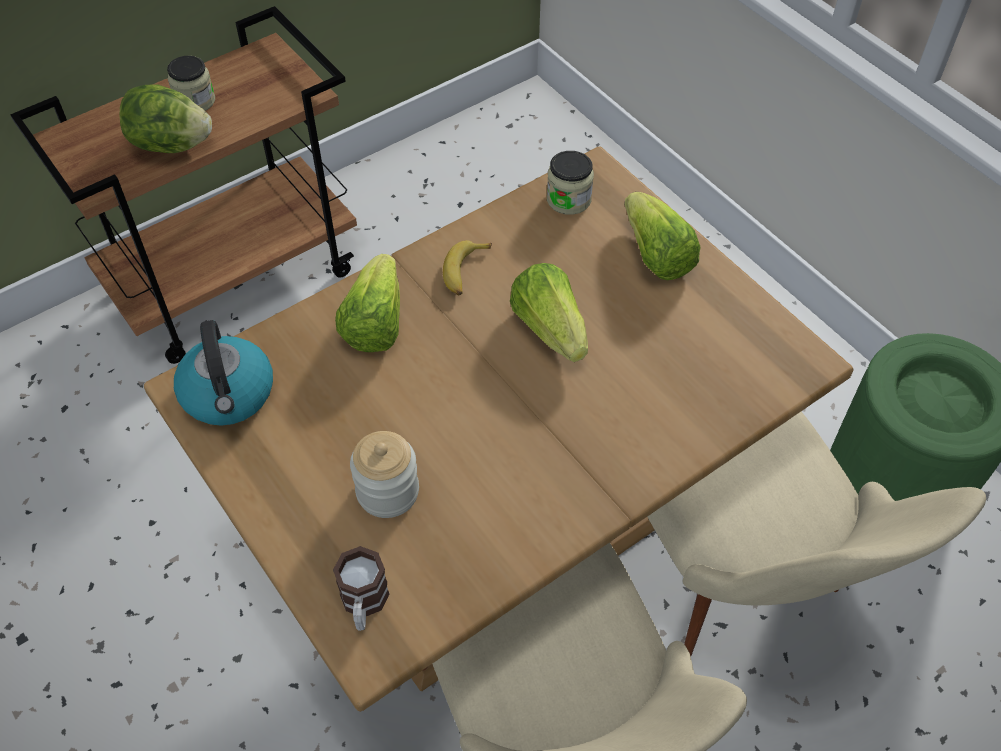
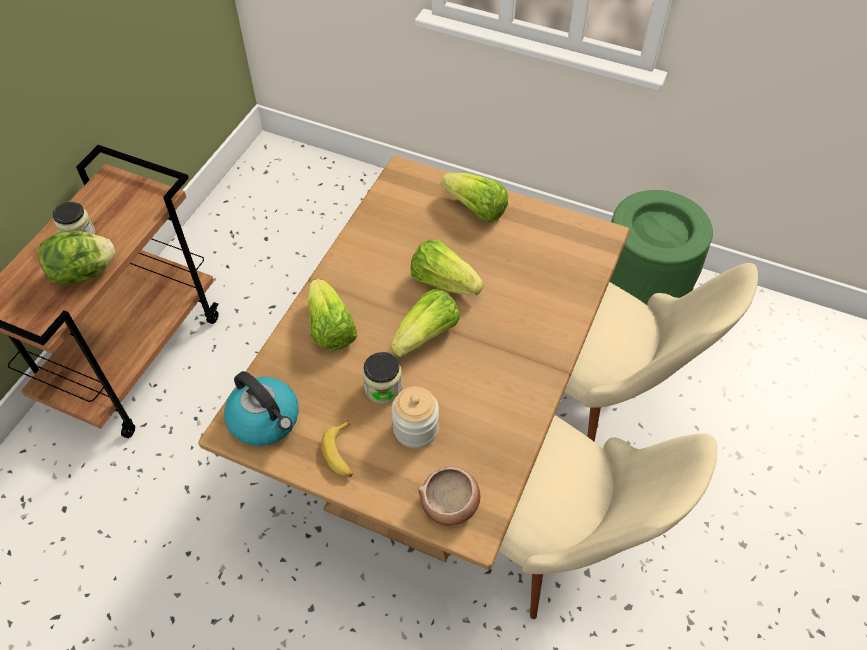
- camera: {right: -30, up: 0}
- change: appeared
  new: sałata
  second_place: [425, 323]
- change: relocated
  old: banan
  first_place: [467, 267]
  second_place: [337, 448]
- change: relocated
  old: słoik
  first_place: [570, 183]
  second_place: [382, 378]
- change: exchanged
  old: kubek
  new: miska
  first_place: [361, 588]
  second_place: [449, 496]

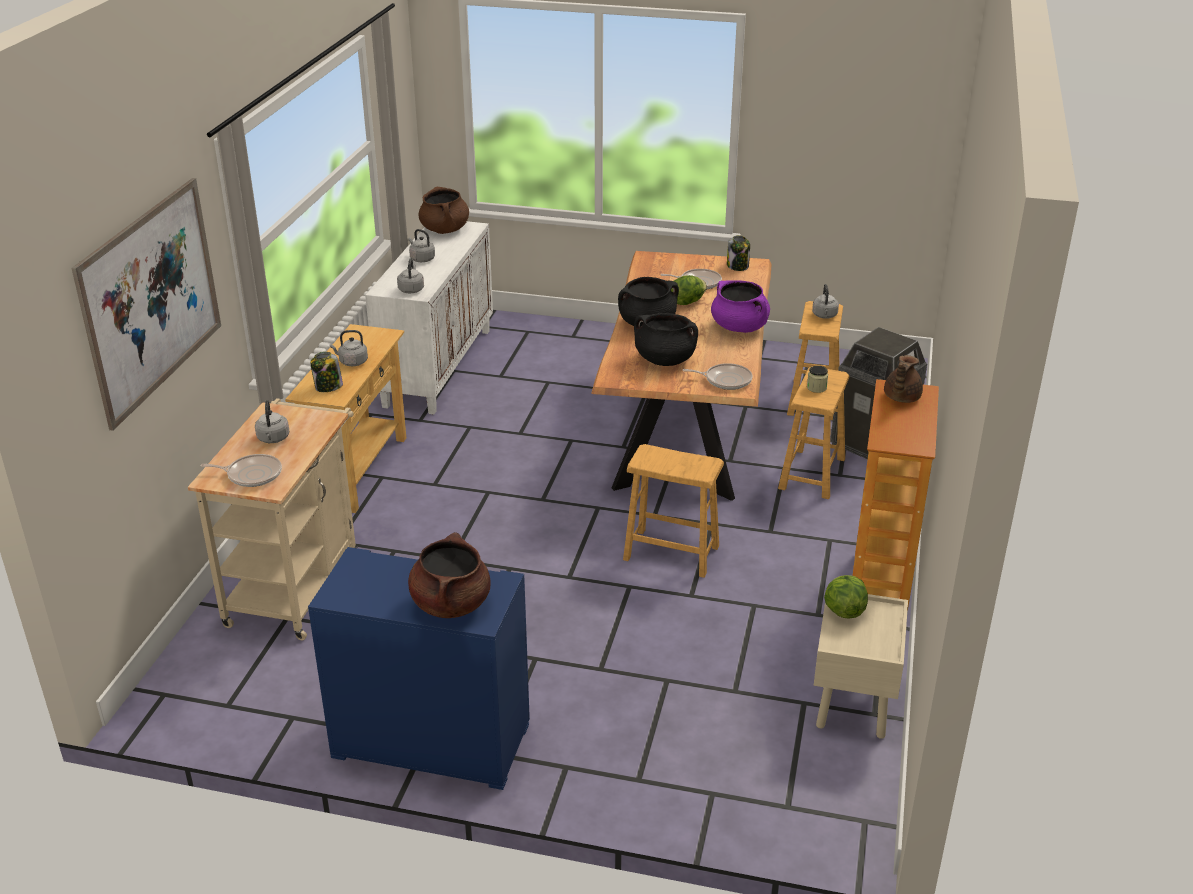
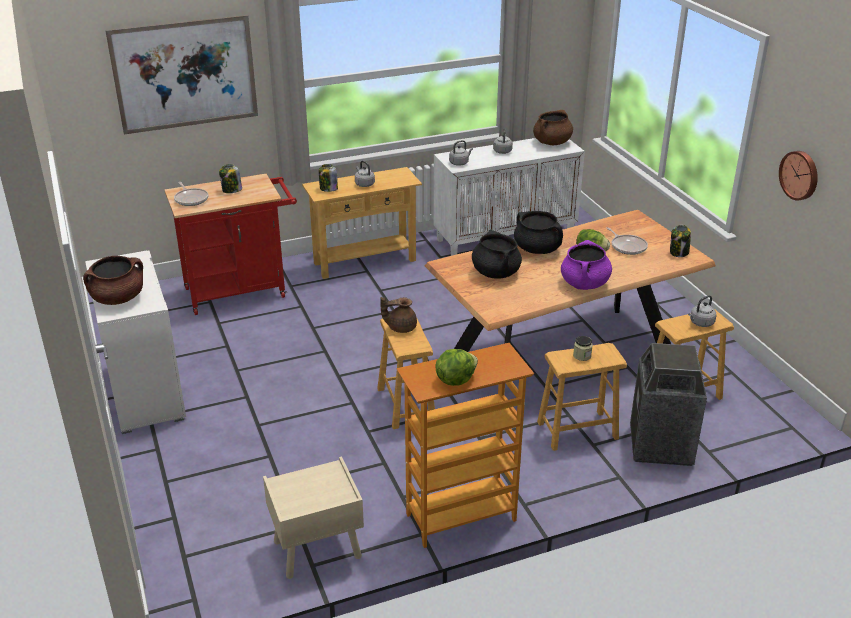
- camera: {right: 55, up: 0}
- change: missing
  old: patelnia
  first_place: [718, 376]
- change: appeared
  new: zegar ścienny
  second_place: [798, 176]
- change: relocated
  old: sałata
  first_place: [846, 597]
  second_place: [457, 367]
- change: relocated
  old: imbryk/brązowy
  first_place: [903, 379]
  second_place: [399, 315]
- change: exchanged
  old: czajnik/szary
  new: słoik
  first_place: [272, 421]
  second_place: [230, 178]
- change: colour
  old: wózek/beżowy
  new: wózek/czerwony
  first_place: [273, 519]
  second_place: [230, 244]
- change: colour
  old: komoda/niebieski
  new: komoda/biały
  first_place: [419, 668]
  second_place: [135, 342]

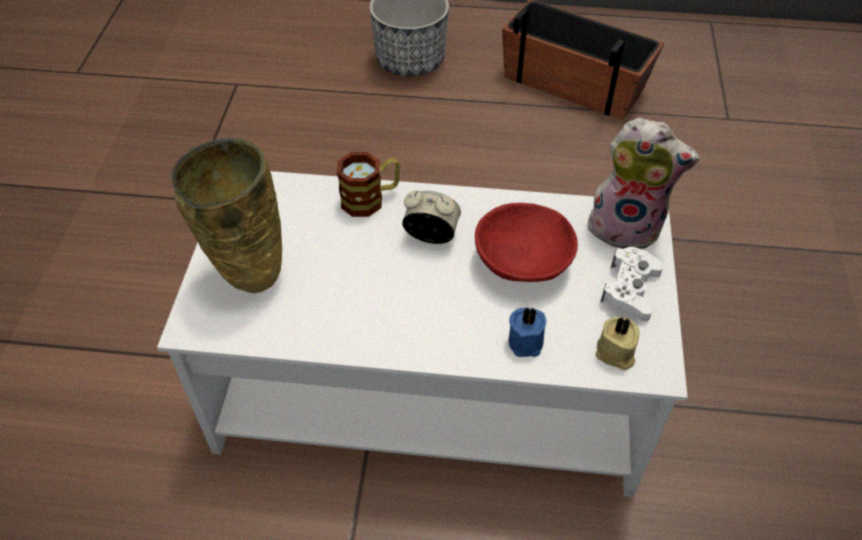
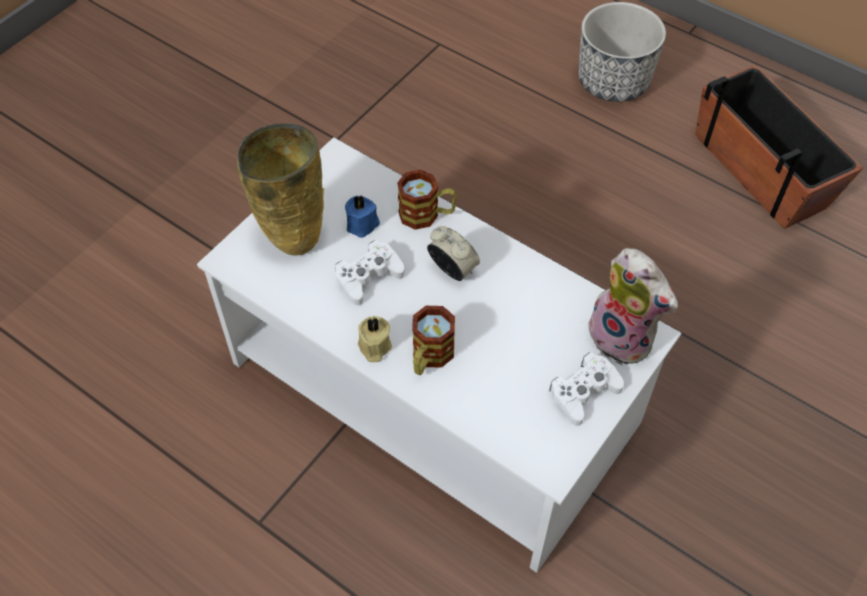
- camera: {right: 30, up: 5}
- change: missing
  old: miska/czerwony
  first_place: [526, 242]
- change: appeared
  new: pad do gier/biały
  second_place: [370, 272]
- change: appeared
  new: kubek
  second_place: [433, 340]
- change: relocated
  old: świeca/niebieski
  first_place: [527, 332]
  second_place: [362, 216]
- change: relocated
  old: świeca/beżowy
  first_place: [617, 343]
  second_place: [375, 339]

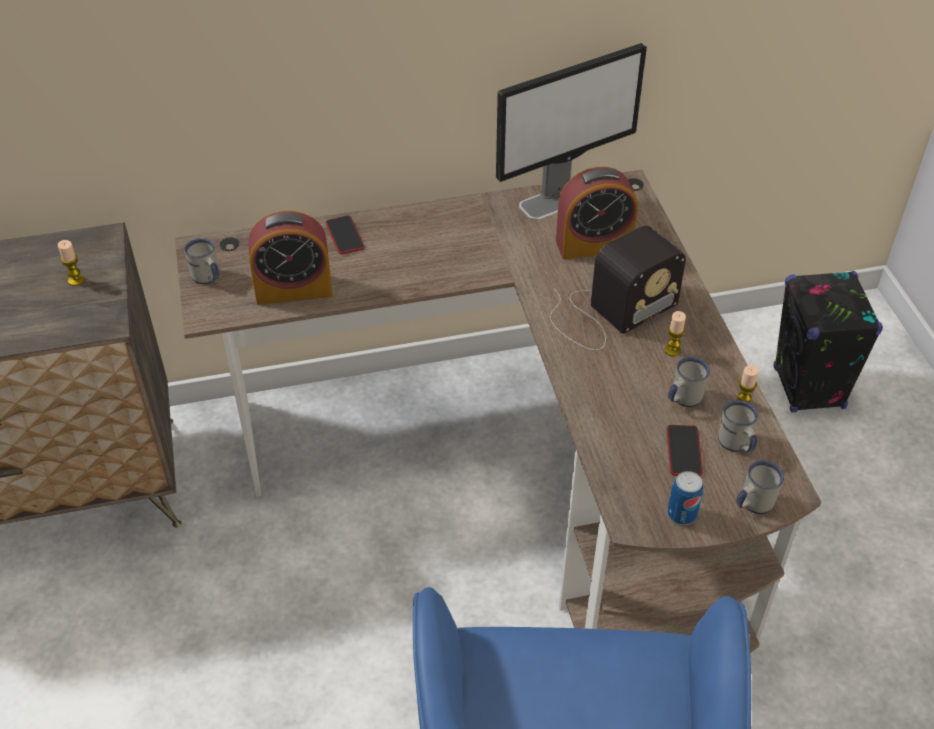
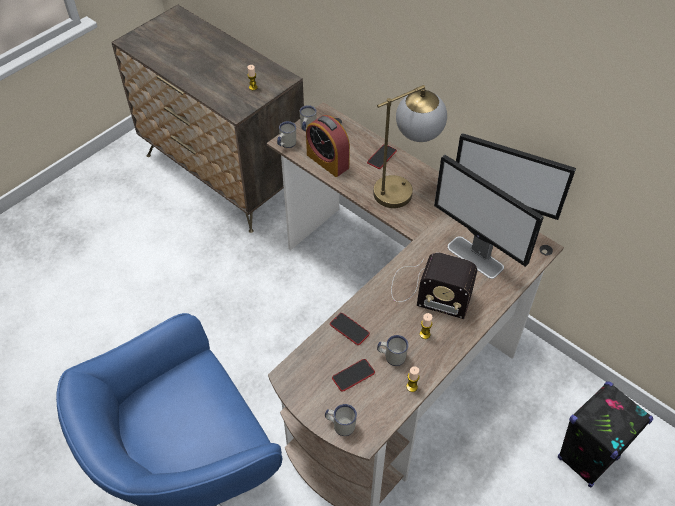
- camera: {right: 55, up: 5}
- change: missing
  old: puszka
  first_place: [685, 498]
- change: appeared
  new: telefon
  second_place: [350, 329]
- change: appeared
  new: lampa stołowa
  second_place: [410, 146]
- change: relocated
  old: kubek/biały
  first_place: [738, 426]
  second_place: [286, 134]
- change: exchanged
  old: budzik
  new: monitor
  first_place: [597, 213]
  second_place: [489, 217]

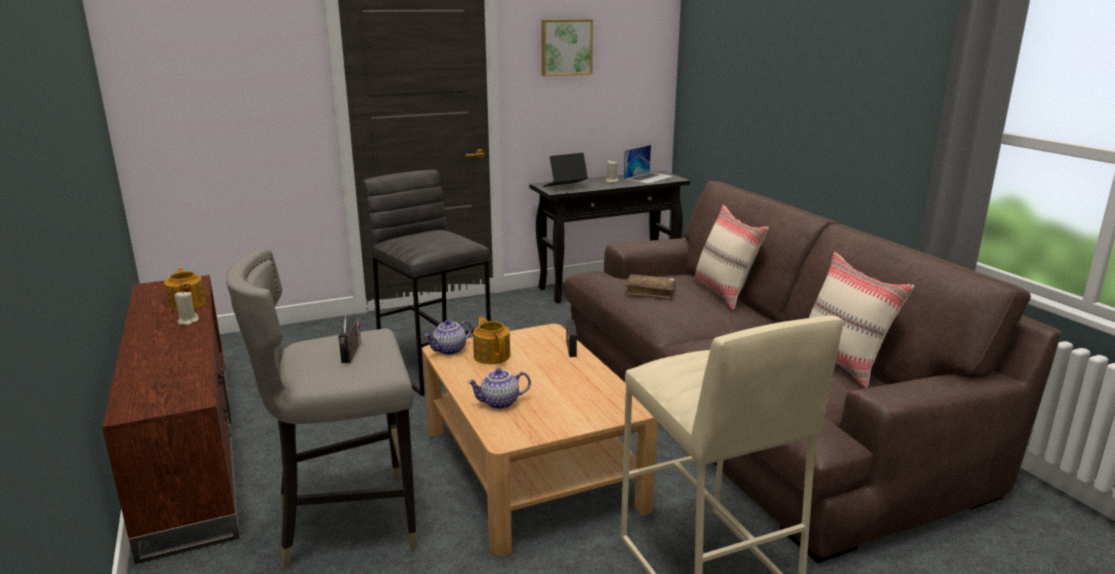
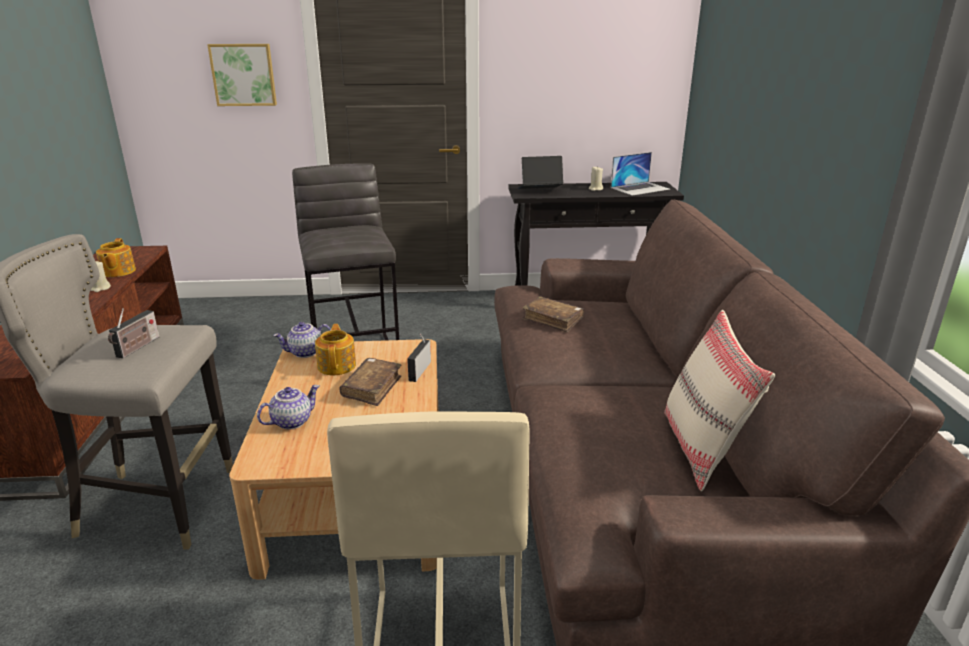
- camera: {right: 20, up: 5}
- change: missing
  old: poduszka/beżowy
  first_place: [730, 257]
- change: appeared
  new: książka/brązowy
  second_place: [370, 382]
- change: relocated
  old: obraz
  first_place: [567, 47]
  second_place: [242, 75]
- change: spun
  old: imbryk
  first_place: [499, 388]
  second_place: [288, 407]
  degrees: 135

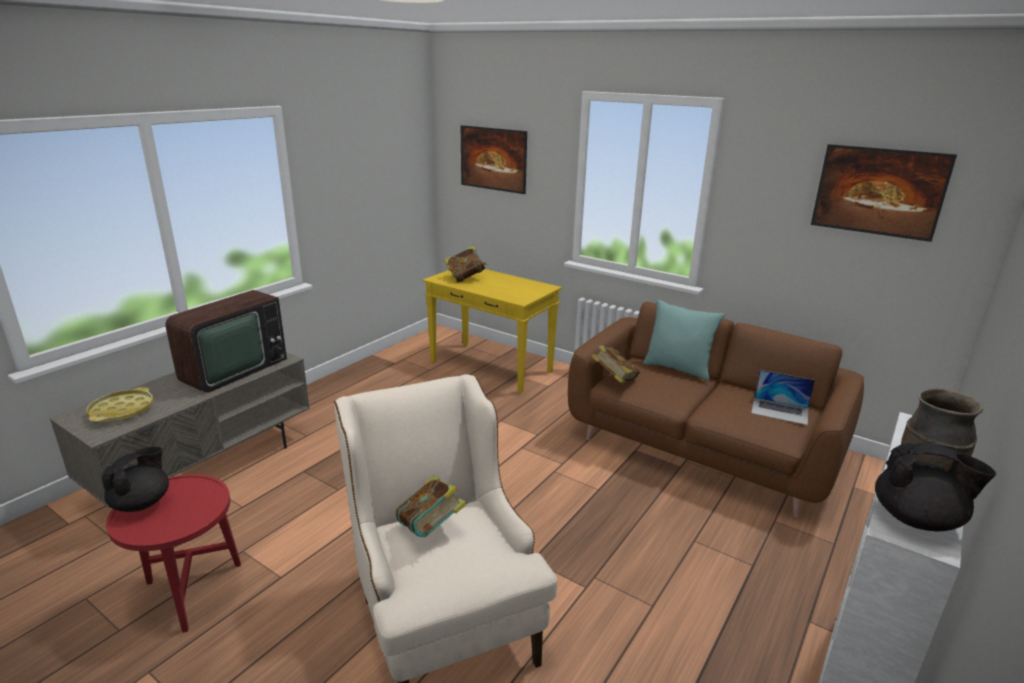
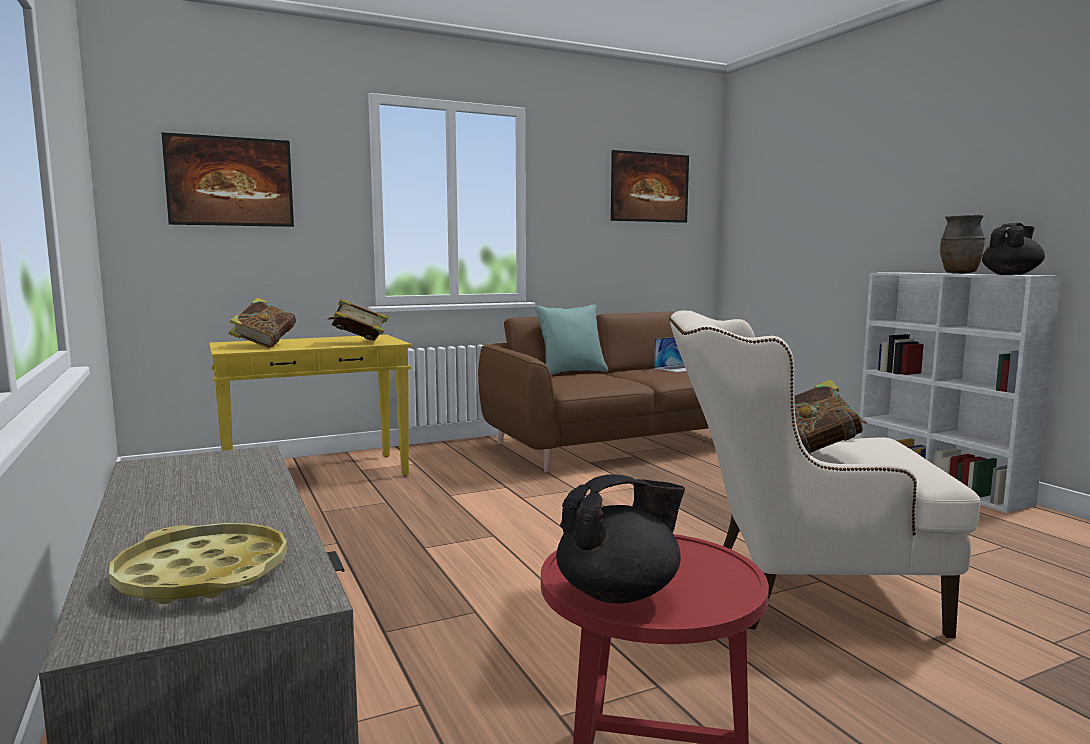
- camera: {right: -60, up: -15}
- change: missing
  old: telewizor
  first_place: [226, 341]
- change: relocated
  old: książka
  first_place: [615, 364]
  second_place: [358, 319]
- change: spun
  old: imbryk/czarny
  first_place: [135, 479]
  second_place: [620, 539]
  degrees: 105

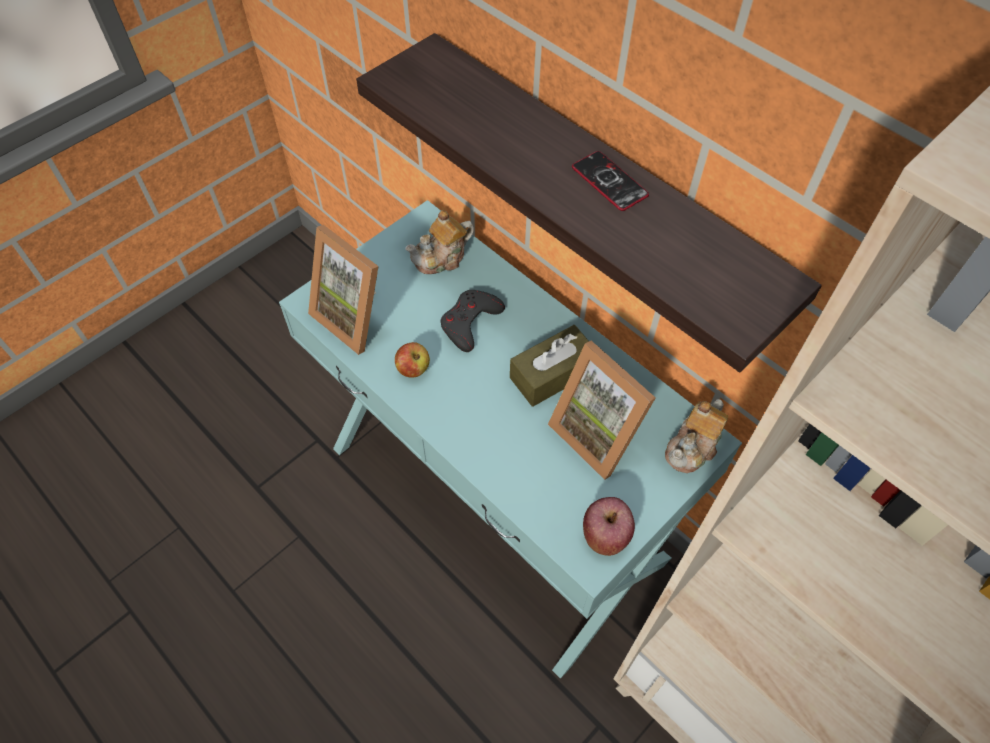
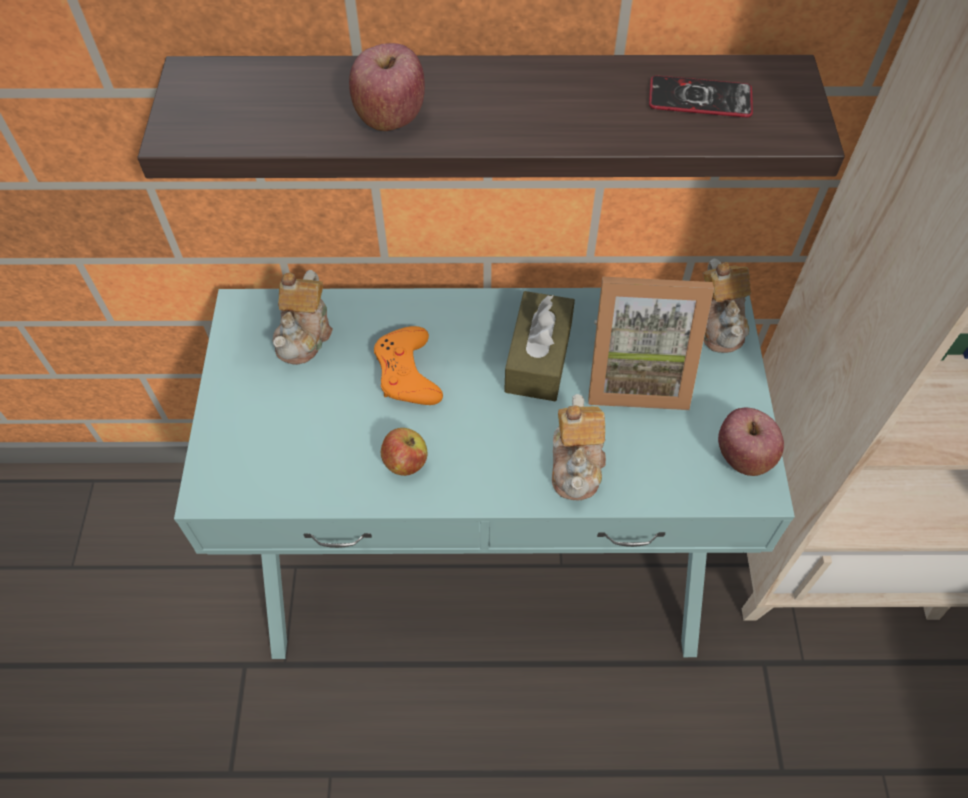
- camera: {right: -45, up: 0}
- change: missing
  old: ramka na zdjęcie
  first_place: [343, 290]
- change: appeared
  new: jabłko
  second_place: [387, 87]
- change: appeared
  new: imbryk
  second_place: [579, 447]
- change: relocated
  old: telefon
  first_place: [610, 181]
  second_place: [701, 96]
- change: colour
  old: pad do gier/szary
  new: pad do gier/pomarańczowy
  first_place: [472, 321]
  second_place: [408, 365]

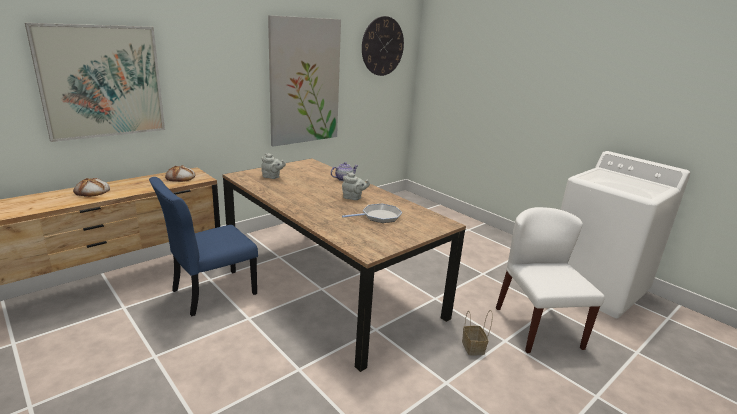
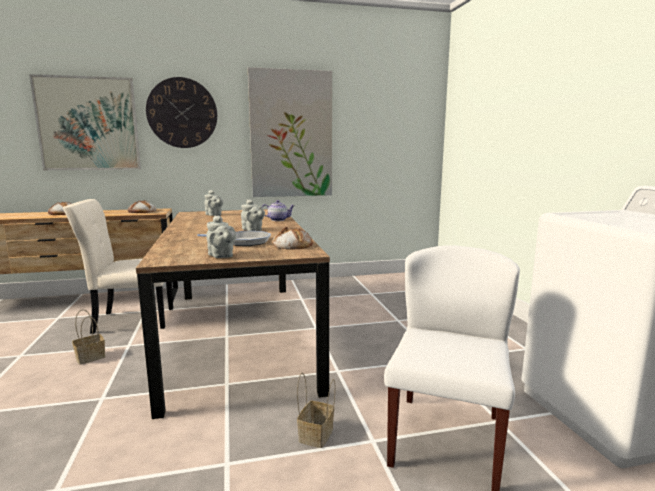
- camera: {right: 30, up: -10}
- change: appeared
  new: koszyk
  second_place: [88, 337]
- change: appeared
  new: imbryk/szary
  second_place: [221, 236]
- change: appeared
  new: chleb
  second_place: [292, 238]
- change: relocated
  old: zegar ścienny
  first_place: [383, 46]
  second_place: [181, 112]
- change: colour
  old: krzesło/niebieski
  new: krzesło/beżowy
  first_place: [203, 247]
  second_place: [118, 266]

